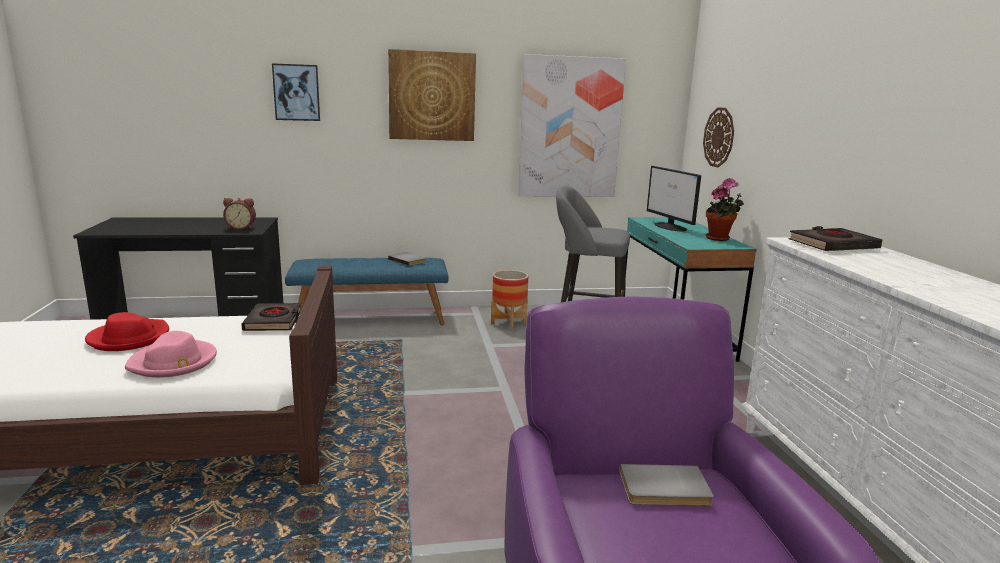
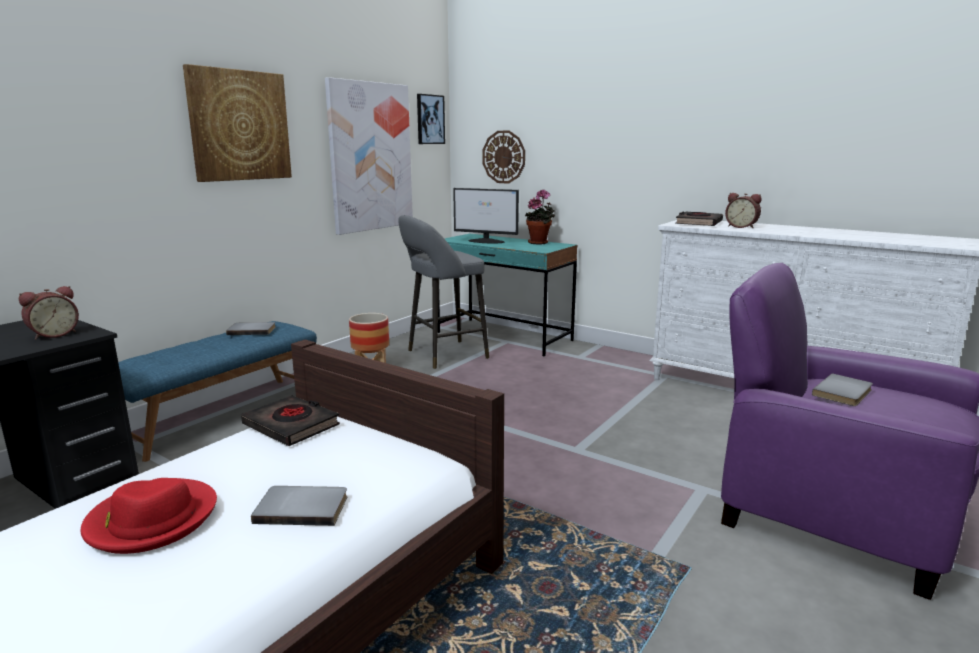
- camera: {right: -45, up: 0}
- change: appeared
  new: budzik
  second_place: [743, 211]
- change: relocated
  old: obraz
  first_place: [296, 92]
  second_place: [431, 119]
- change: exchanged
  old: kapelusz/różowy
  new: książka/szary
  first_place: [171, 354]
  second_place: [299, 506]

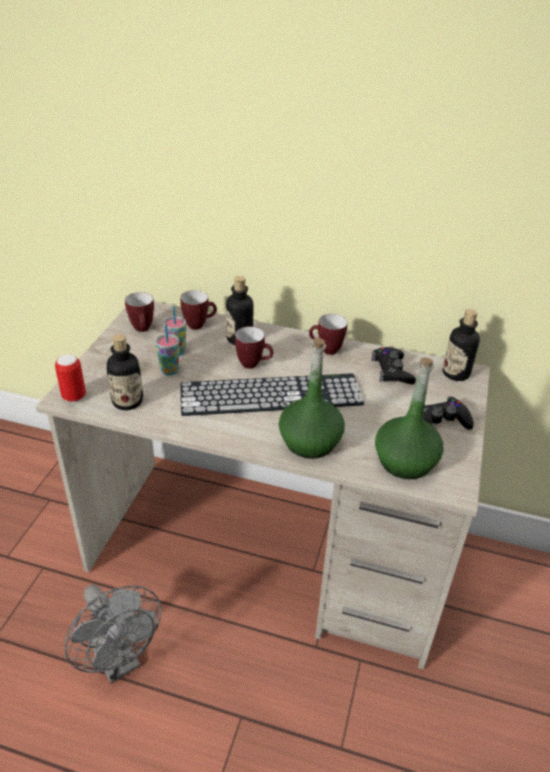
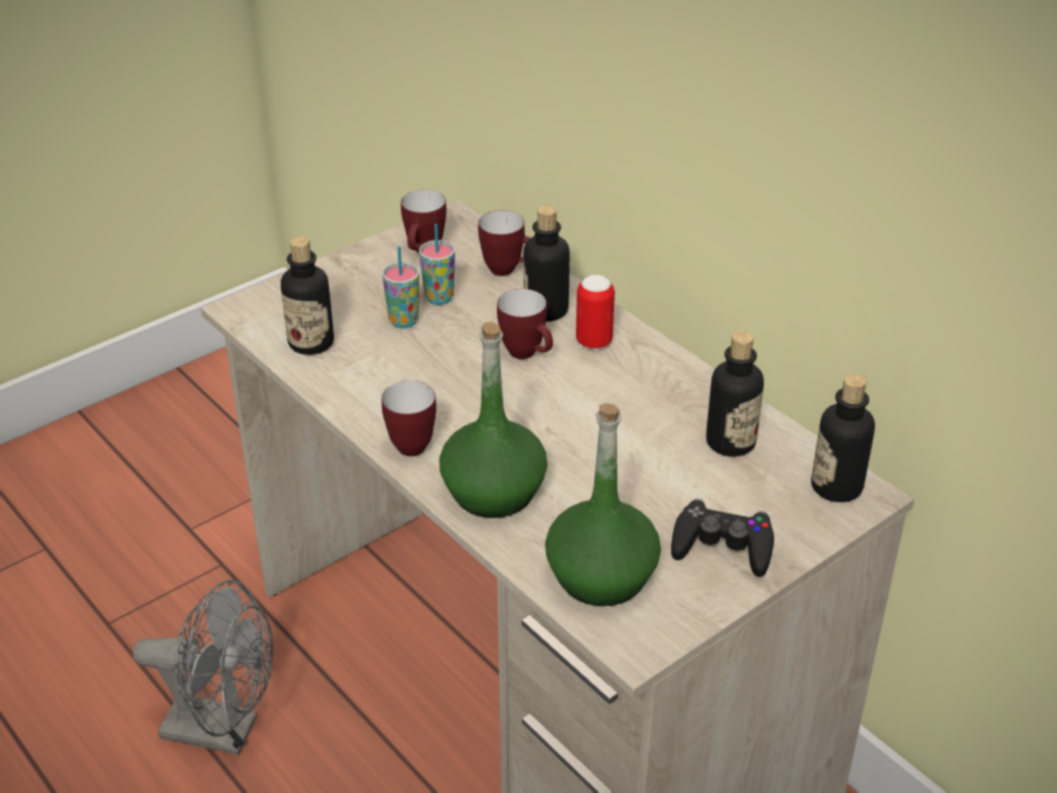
- camera: {right: 35, up: 0}
- change: missing
  old: klawiatura
  first_place: [272, 395]
- change: relocated
  old: puszka
  first_place: [70, 378]
  second_place: [595, 312]
- change: relocated
  old: kubek
  first_place: [328, 334]
  second_place: [408, 418]
- change: exchanged
  old: pad do gier/czarny
  new: butelka
  first_place: [393, 365]
  second_place: [735, 394]
- change: spun
  old: wentylator/szary
  first_place: [112, 634]
  second_place: [203, 667]
  degrees: -75

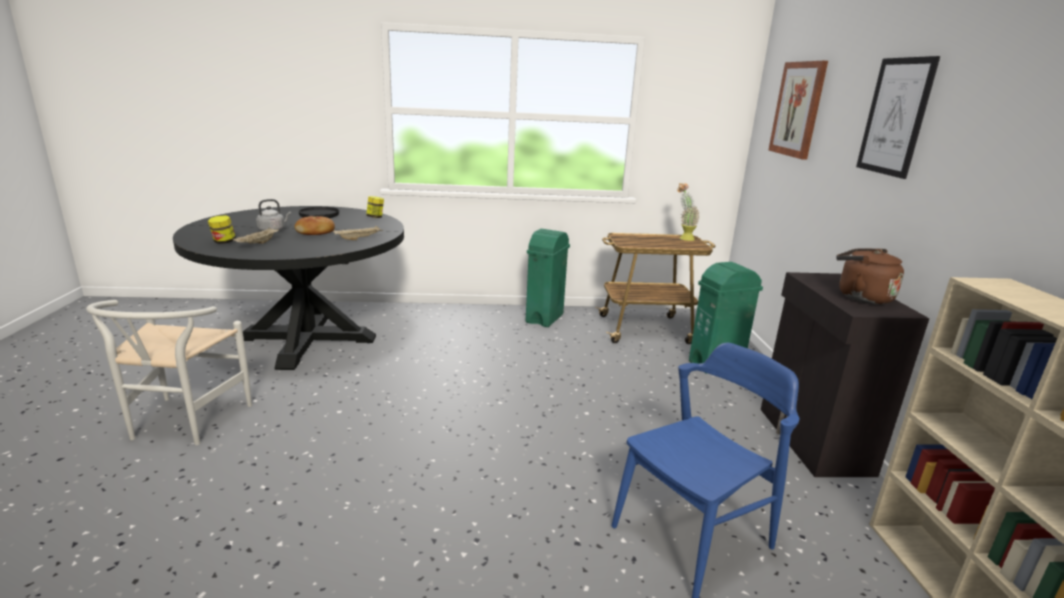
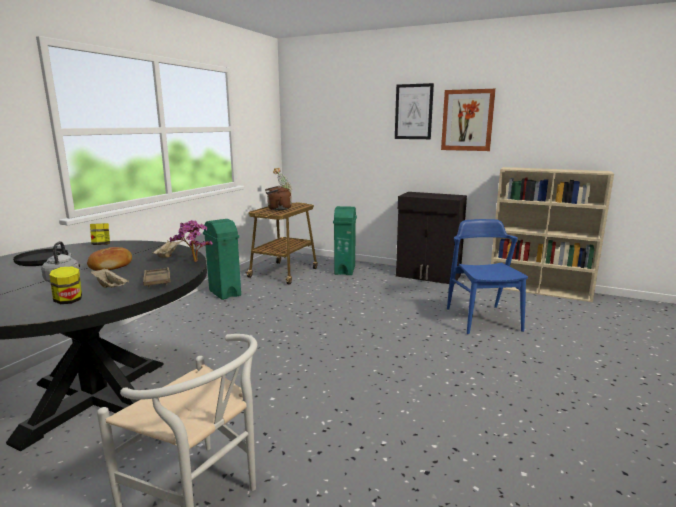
- camera: {right: -60, up: -5}
- change: appeared
  new: taca/brązowy
  second_place: [157, 277]
- change: appeared
  new: roślina doniczkowa
  second_place: [191, 241]
- change: relocated
  old: obraz
  first_place: [798, 110]
  second_place: [468, 120]
- change: relocated
  old: czajnik/brązowy
  first_place: [870, 276]
  second_place: [278, 198]

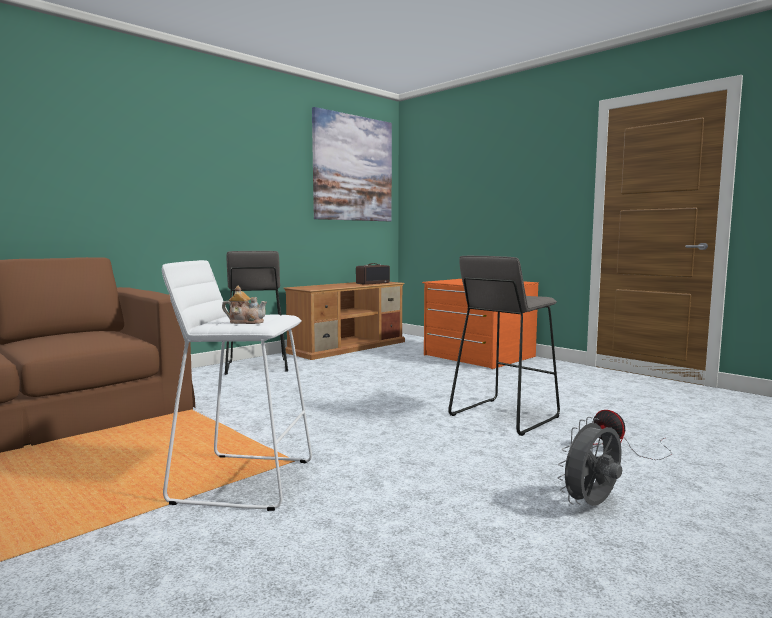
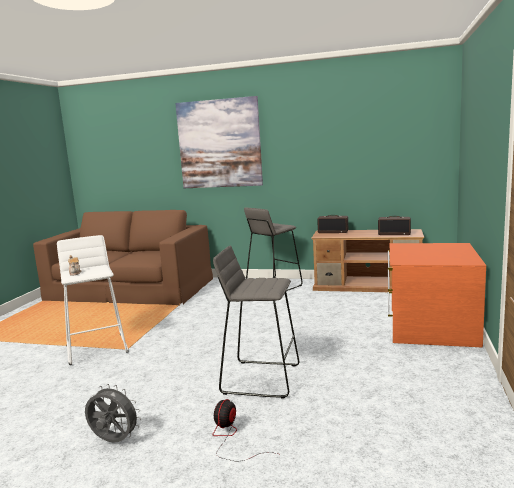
- camera: {right: 60, up: 5}
- change: appeared
  new: radio
  second_place: [332, 224]
- change: relocated
  old: obraz
  first_place: [352, 164]
  second_place: [219, 142]

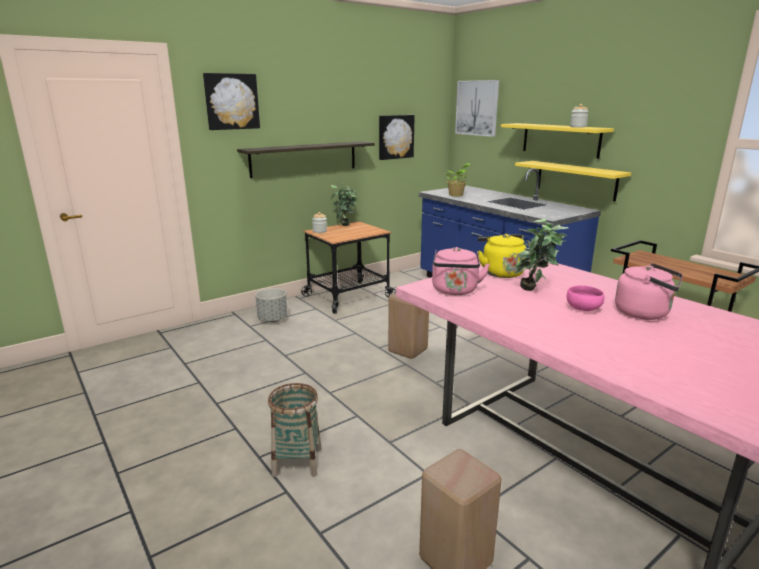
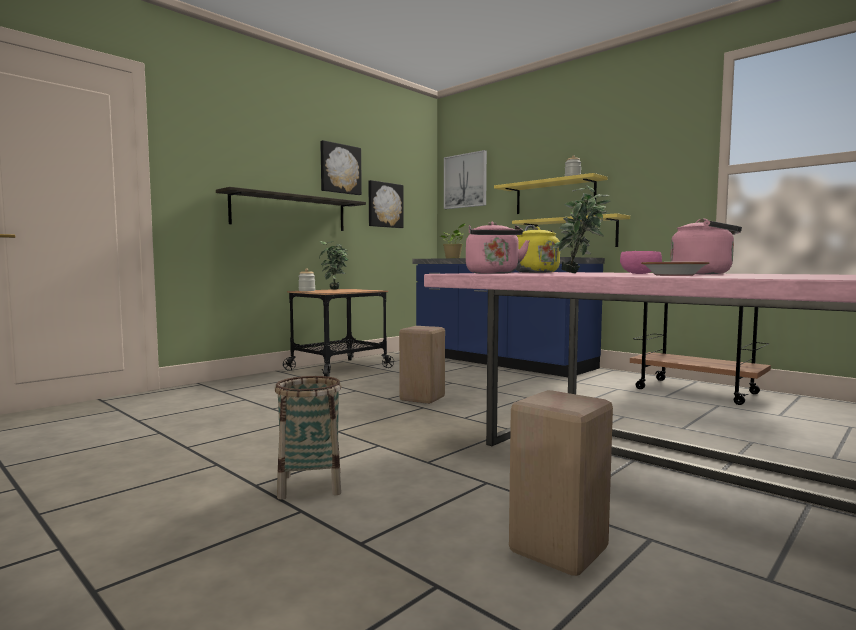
- camera: {right: -10, up: -15}
- change: missing
  old: donica/szary
  first_place: [271, 305]
- change: appeared
  new: miska
  second_place: [675, 269]
- change: relocated
  old: obraz
  first_place: [231, 101]
  second_place: [341, 167]

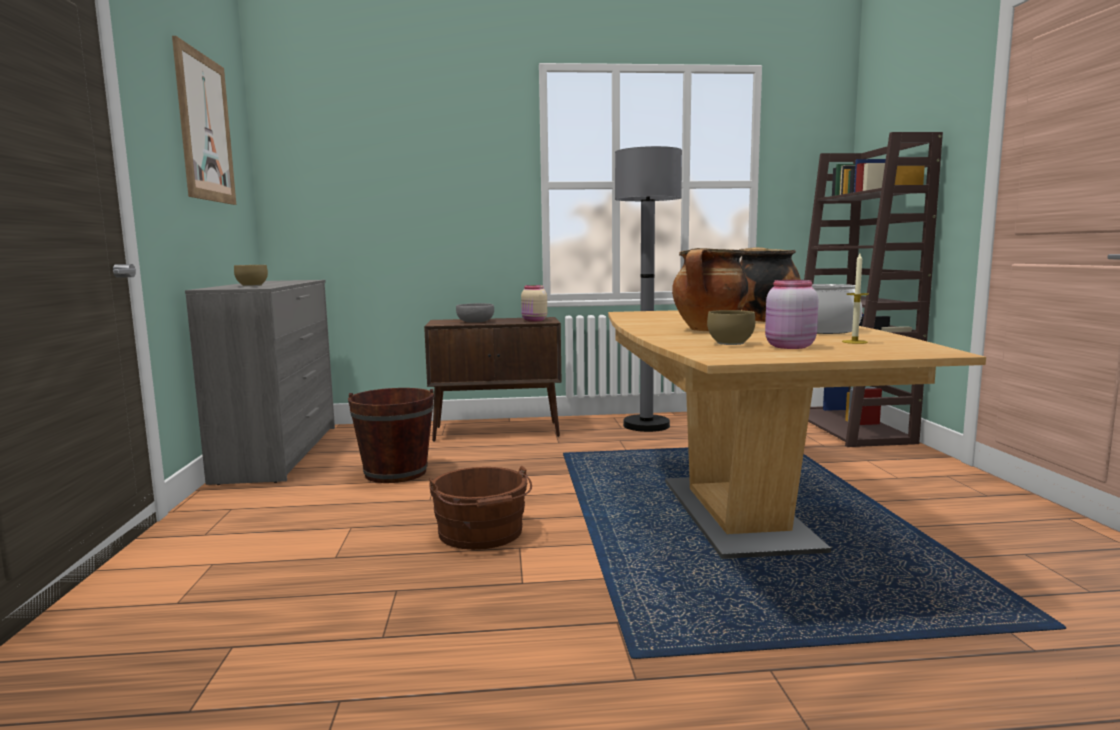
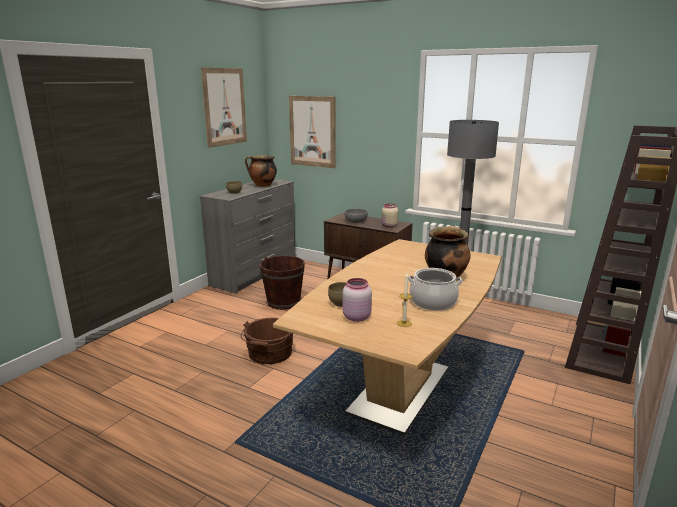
- camera: {right: 35, up: 10}
- change: appeared
  new: obraz
  second_place: [312, 132]
- change: relocated
  old: garnek
  first_place: [710, 289]
  second_place: [261, 171]

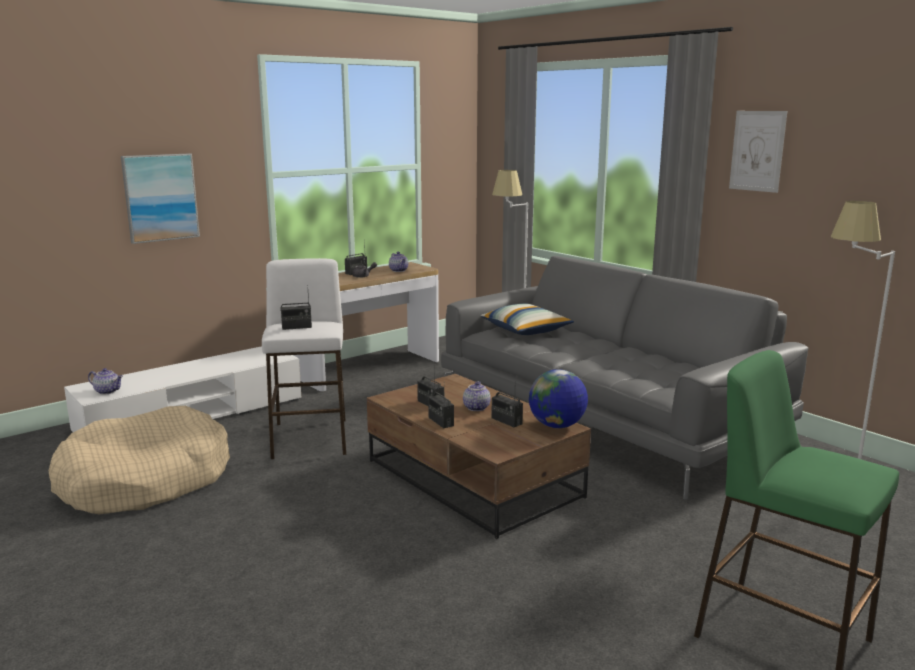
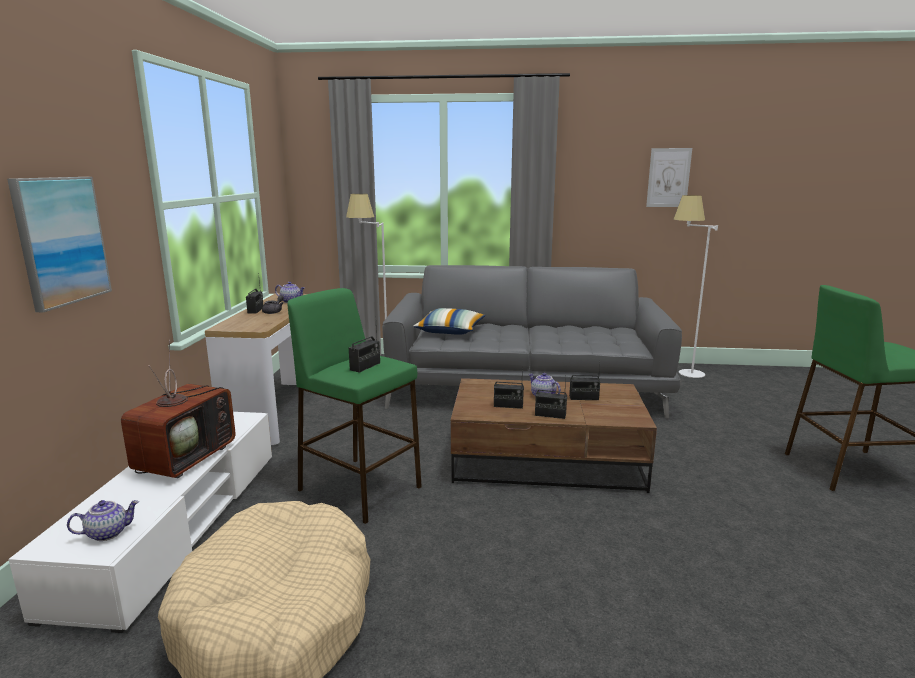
- camera: {right: -45, up: 0}
- change: missing
  old: globus
  first_place: [558, 398]
- change: appeared
  new: telewizor
  second_place: [178, 409]
- change: relocated
  old: obraz
  first_place: [758, 152]
  second_place: [669, 177]
- change: colour
  old: stołek/biały
  new: stołek/zielony
  first_place: [304, 358]
  second_place: [354, 406]

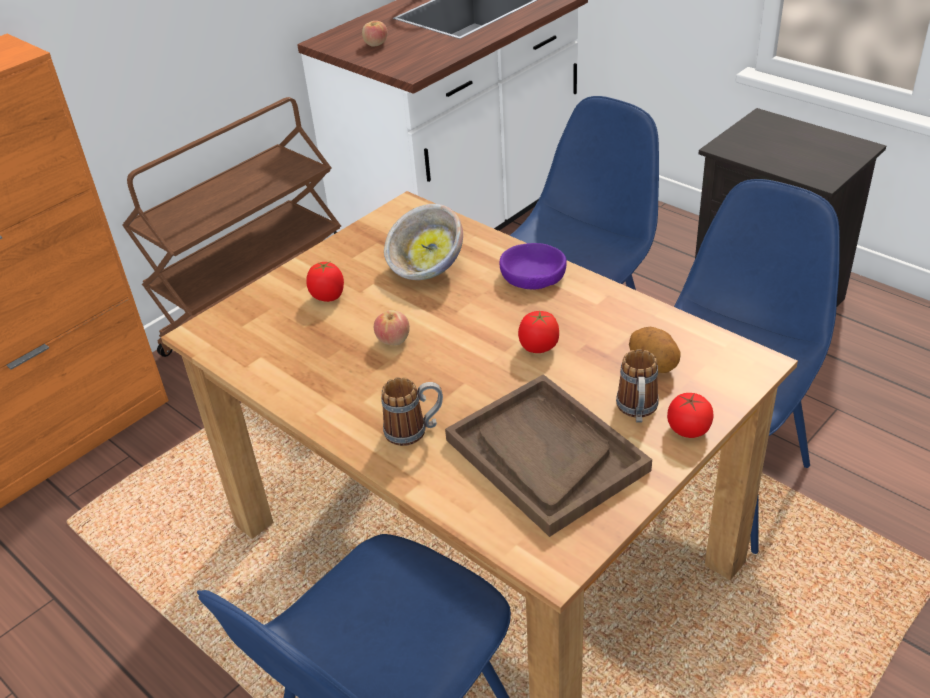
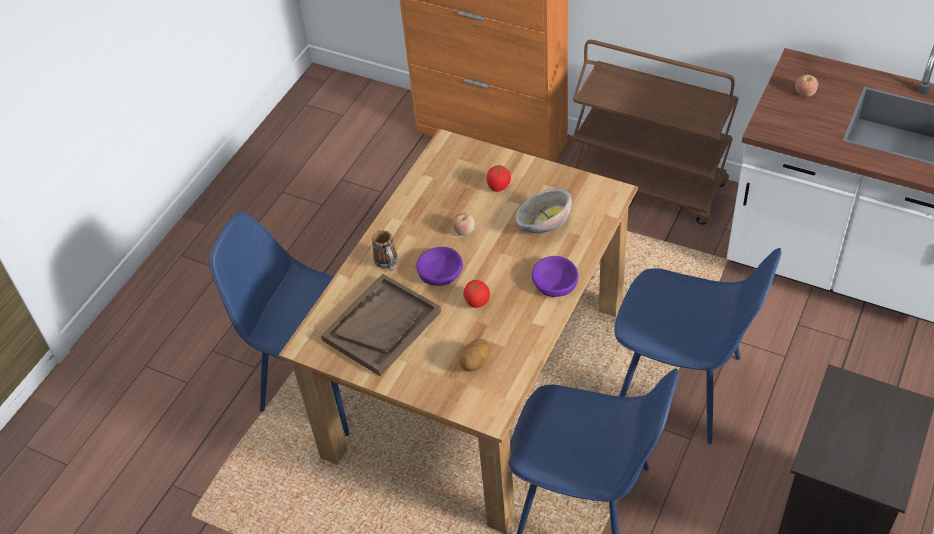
- camera: {right: 75, up: 10}
- change: missing
  old: kubek
  first_place: [637, 385]
- change: missing
  old: pomidor
  first_place: [690, 415]
- change: appeared
  new: miska/fioletowy
  second_place: [439, 266]

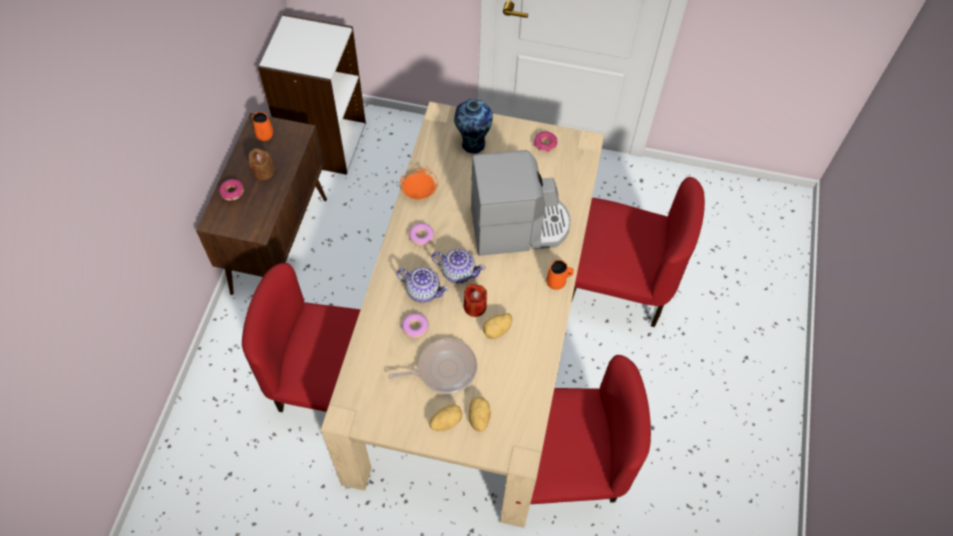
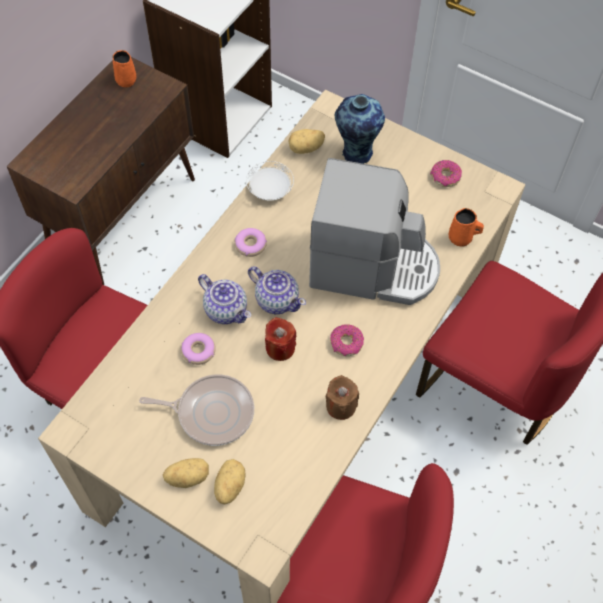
- camera: {right: 20, up: 0}
- change: relocated
  old: donut
  first_place: [231, 190]
  second_place: [347, 340]
- change: relocated
  old: świeca/brązowy
  first_place: [262, 164]
  second_place: [342, 397]
- change: relocated
  old: ziemniak
  first_place: [497, 326]
  second_place: [306, 141]
- change: relocated
  old: kubek/pomarańczowy
  first_place: [560, 275]
  second_place: [466, 227]
- change: colour
  old: talerz/pomarańczowy
  new: talerz/biały
  first_place: [419, 184]
  second_place: [270, 181]

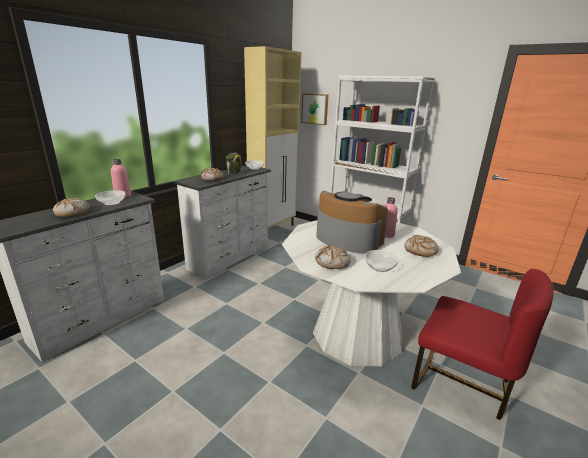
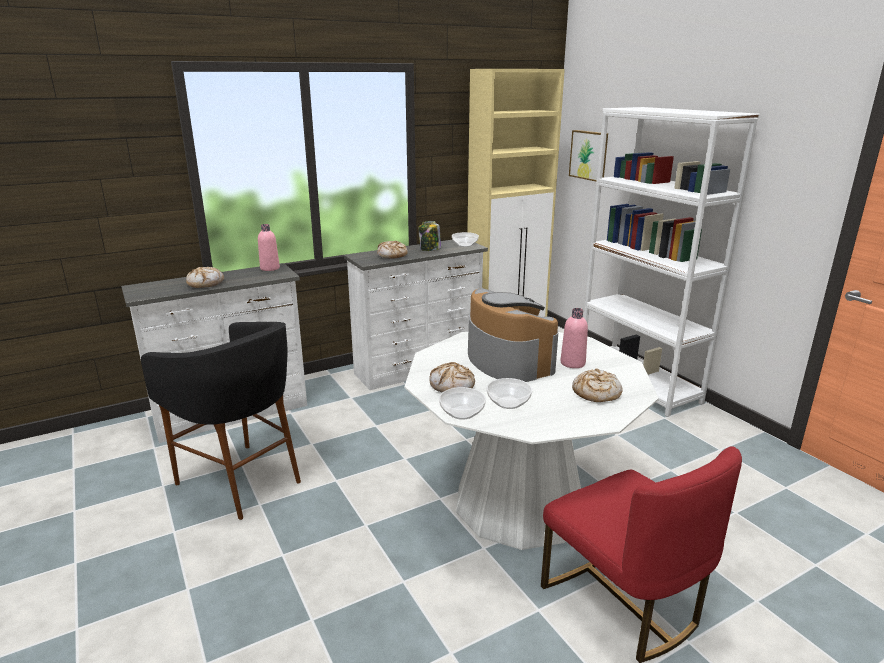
- camera: {right: 25, up: 0}
- change: appeared
  new: stołek/czarny
  second_place: [221, 421]
- change: relocated
  old: miska
  first_place: [110, 198]
  second_place: [462, 403]

